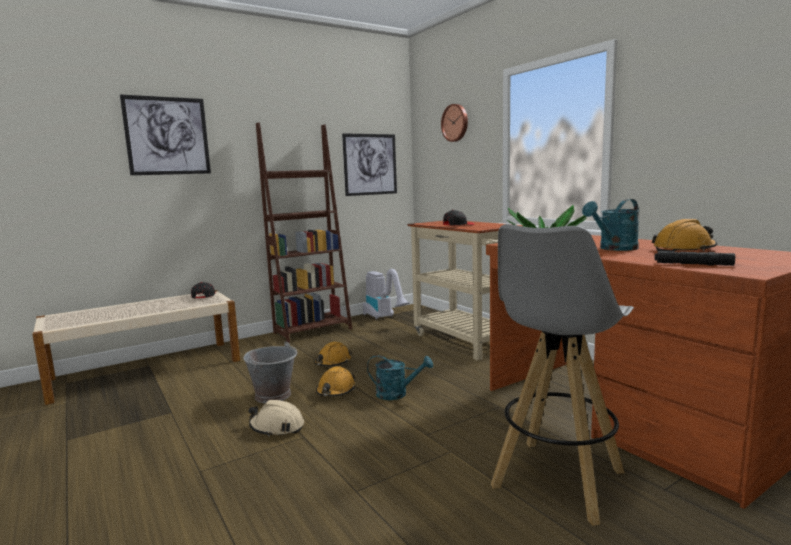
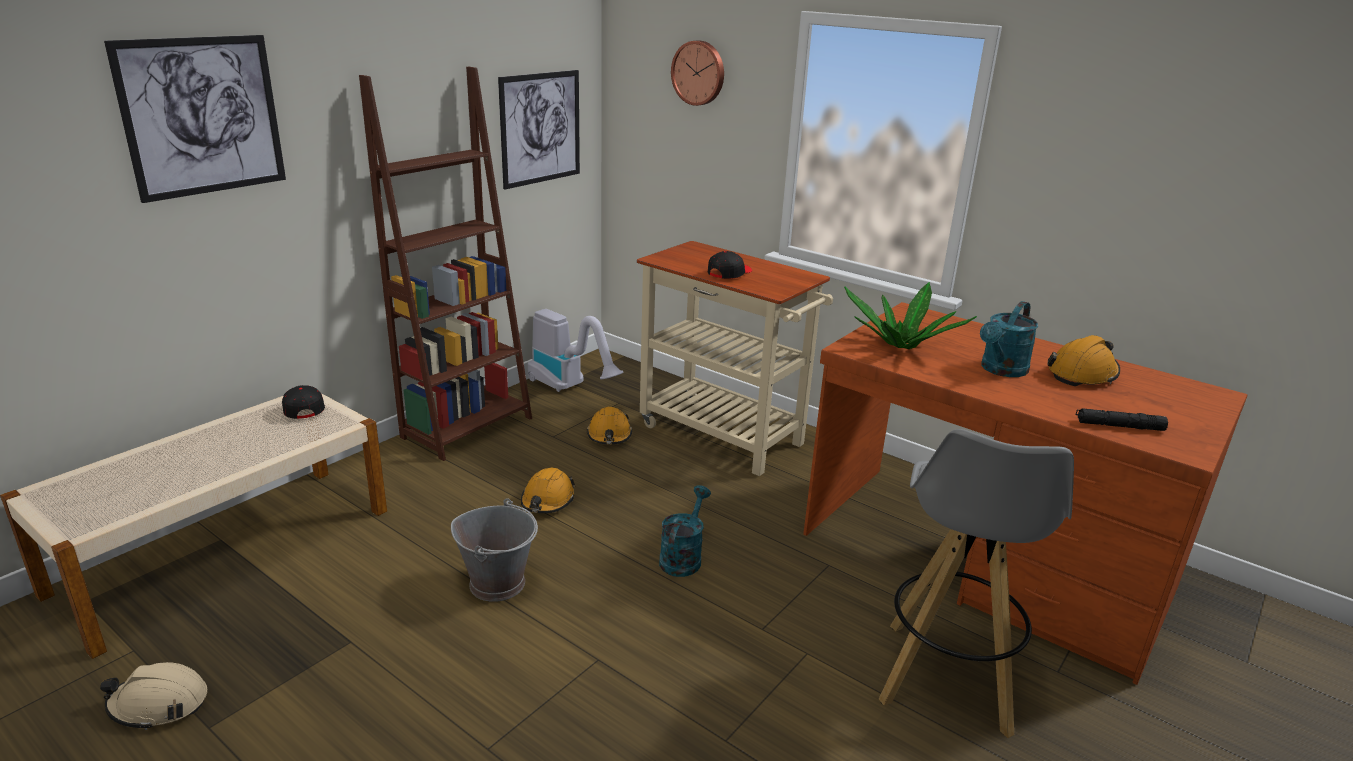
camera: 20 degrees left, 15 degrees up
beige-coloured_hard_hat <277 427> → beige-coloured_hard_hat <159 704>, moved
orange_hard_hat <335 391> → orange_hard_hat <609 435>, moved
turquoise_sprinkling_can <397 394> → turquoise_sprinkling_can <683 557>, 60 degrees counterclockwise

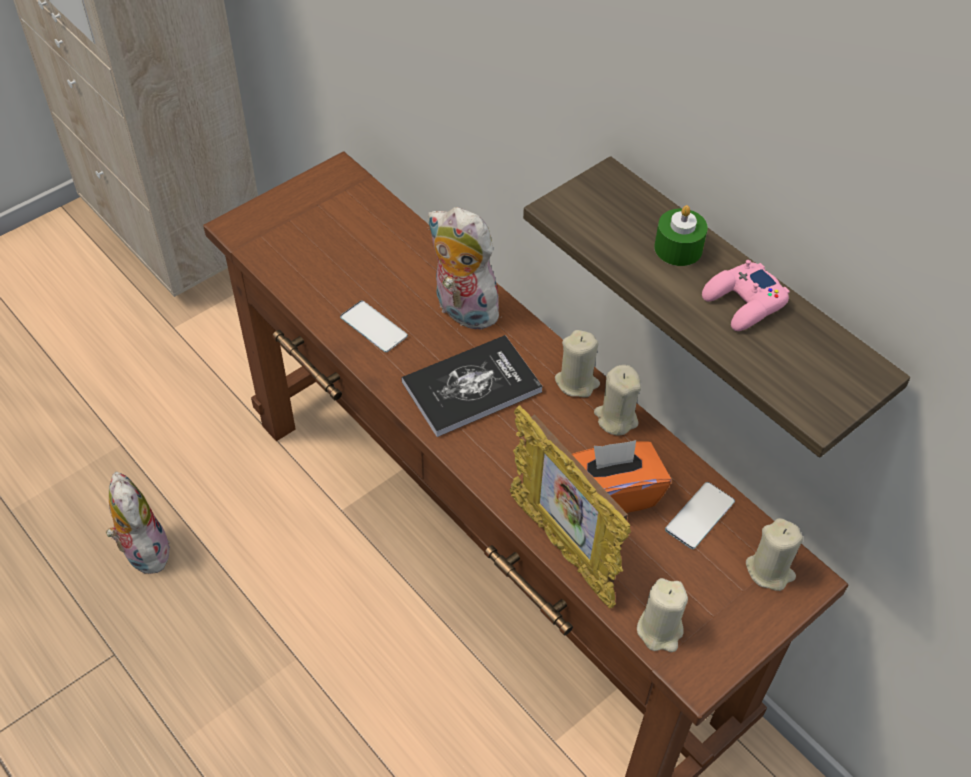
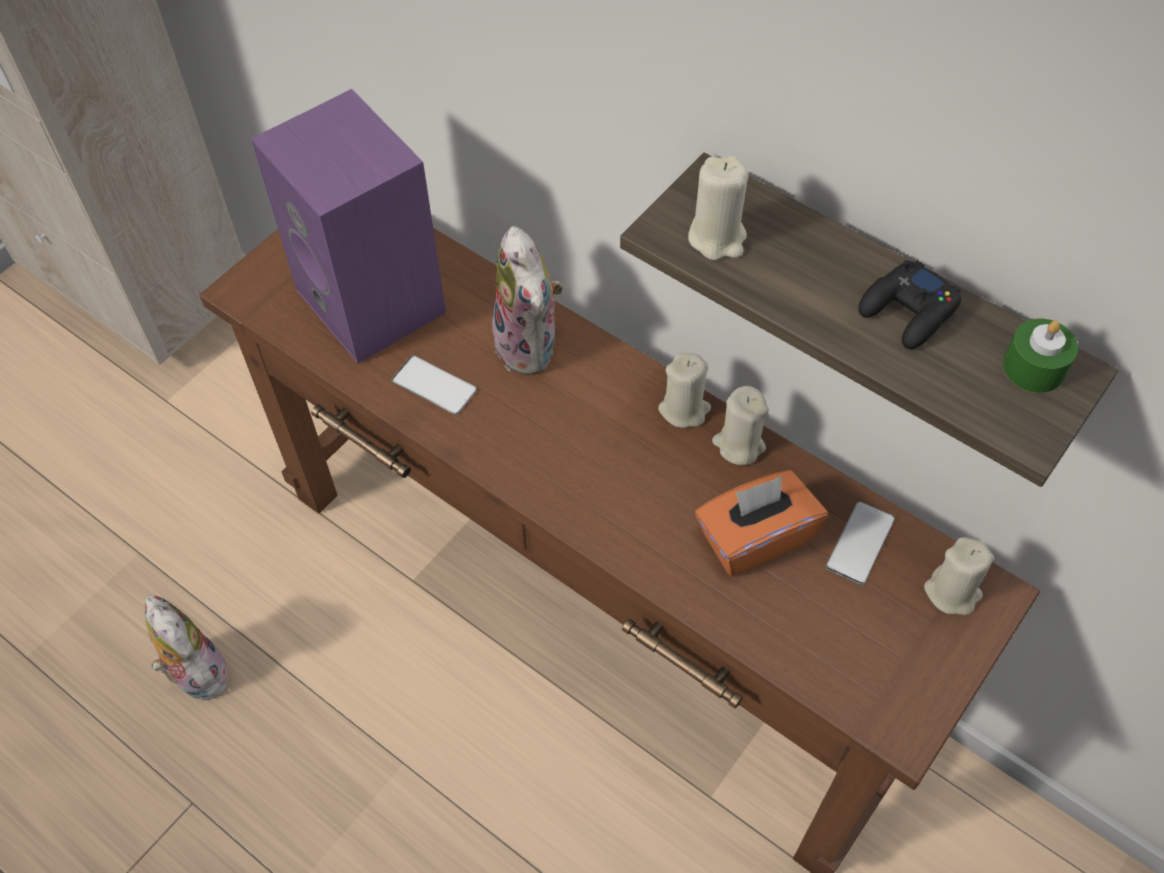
camera: 10 degrees left, 5 degrees up
bound_book <471 387> → -
picture_frame <562 549> → -
- → purple-coloured_loudspeaker <375 302>
beige-coloured_candle <660 630> → beige-coloured_candle <717 238>, moved
green_candle <678 248> → green_candle <1033 367>, moved
pink_joypad <744 303> → blackish_joypad <908 312>
cuddly_toy <461 310> → cuddly_toy <531 346>, 135 degrees counterclockwise

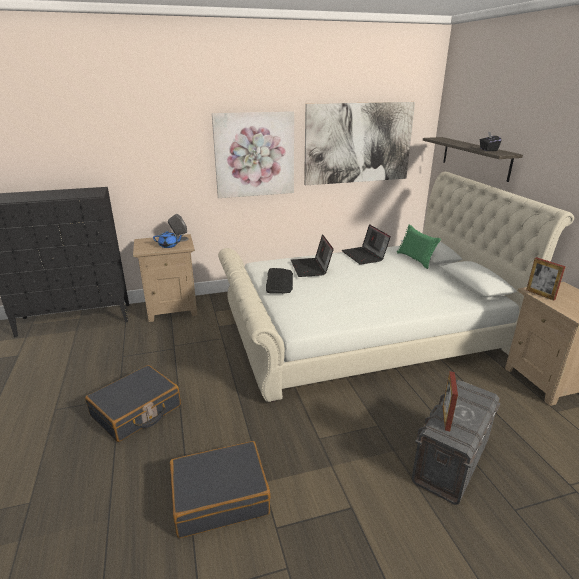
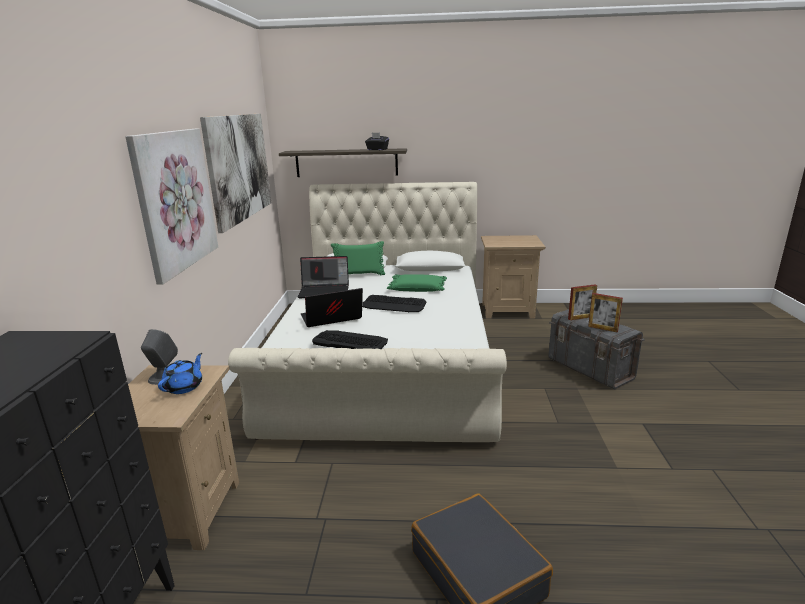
camera: 70 degrees left, 5 degrees down
blackish_suitcase <220 496> → -
- → PC_keyboard <394 305>
- → green_throw_pillow <417 287>
picture_frame <540 294> → picture_frame <580 318>, moved
notebook_computer <311 268> → notebook_computer <331 319>, 150 degrees clockwise

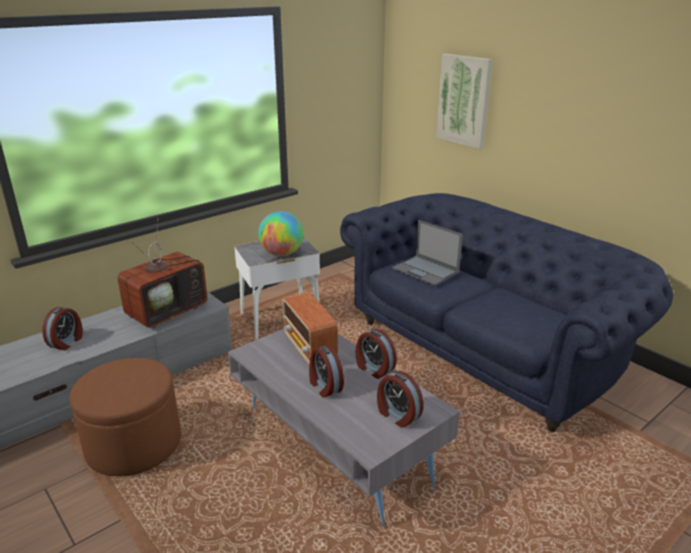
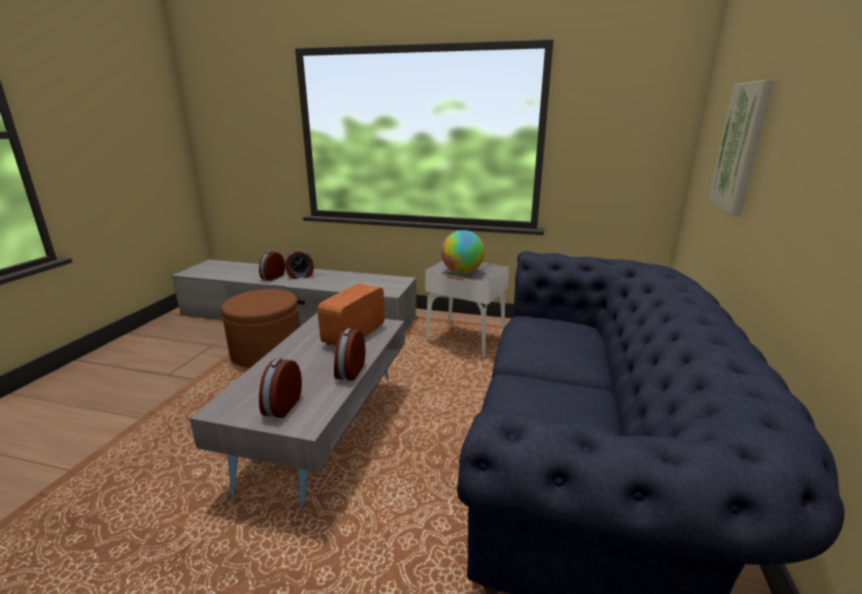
camera: 55 degrees right, 5 degrees down
television <168 310> → -
notebook_computer <426 270> → -
table_clock <324 386> → table_clock <272 277>, moved

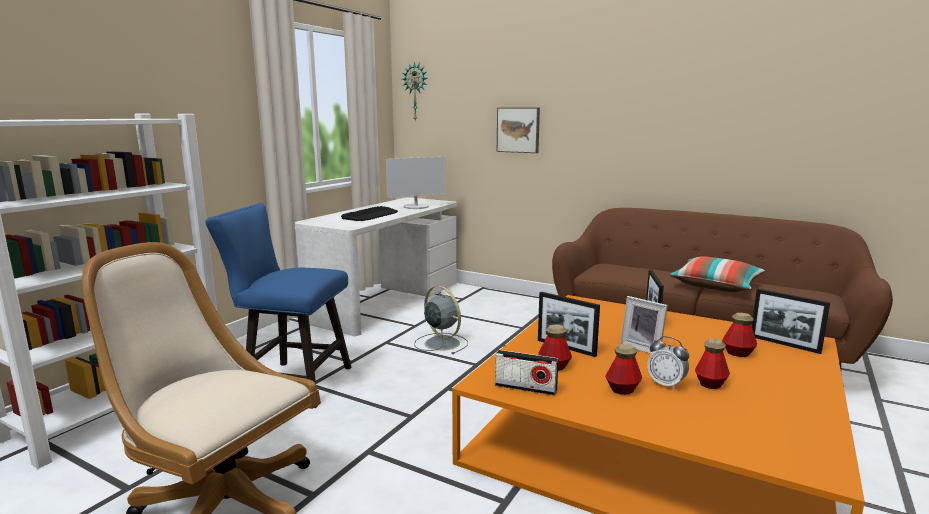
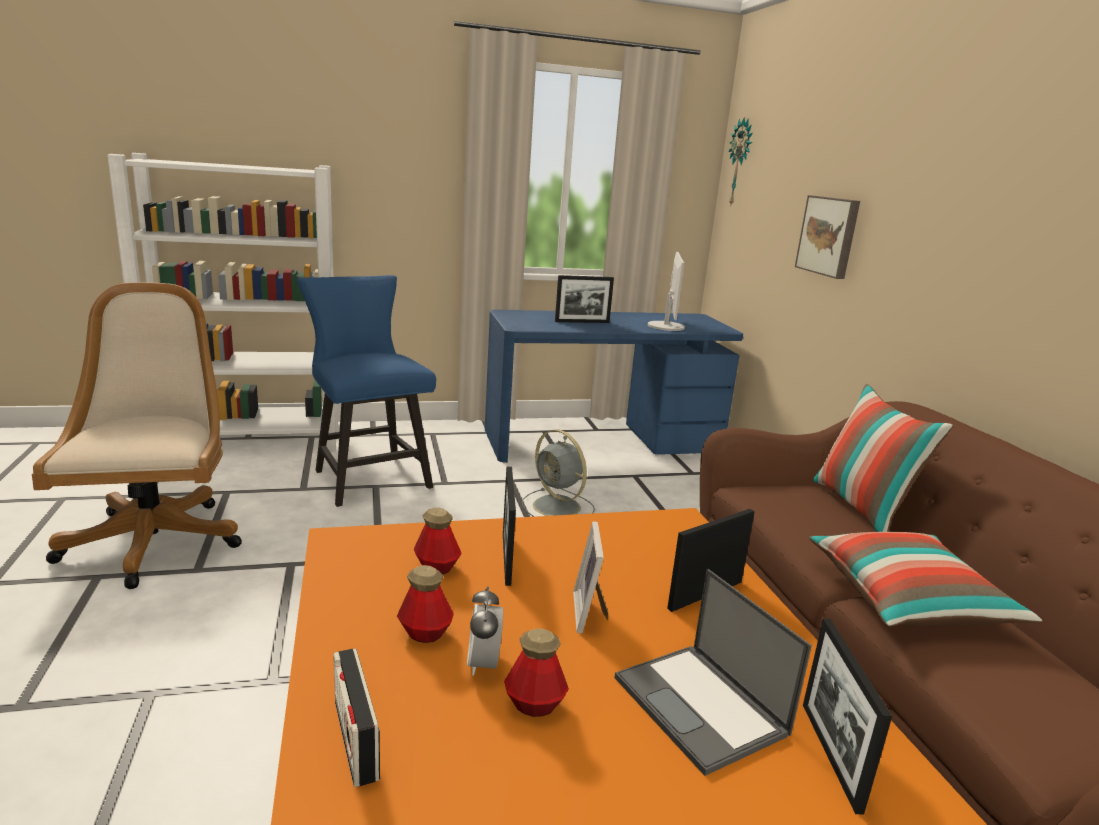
camera: 45 degrees right, 5 degrees up
- → throw_pillow <862 508>
radio_set <525 388> → radio_set <356 740>, moved
PC_keyboard <370 215> → picture_frame <582 322>
bottle <738 353> → notebook_computer <701 706>
white-coloured_desk <386 301> → blue_desk <602 441>
monitor <416 207> → monitor <666 326>, 105 degrees counterclockwise
gray_electric_fan <441 343> → gray_electric_fan <558 507>, 135 degrees clockwise

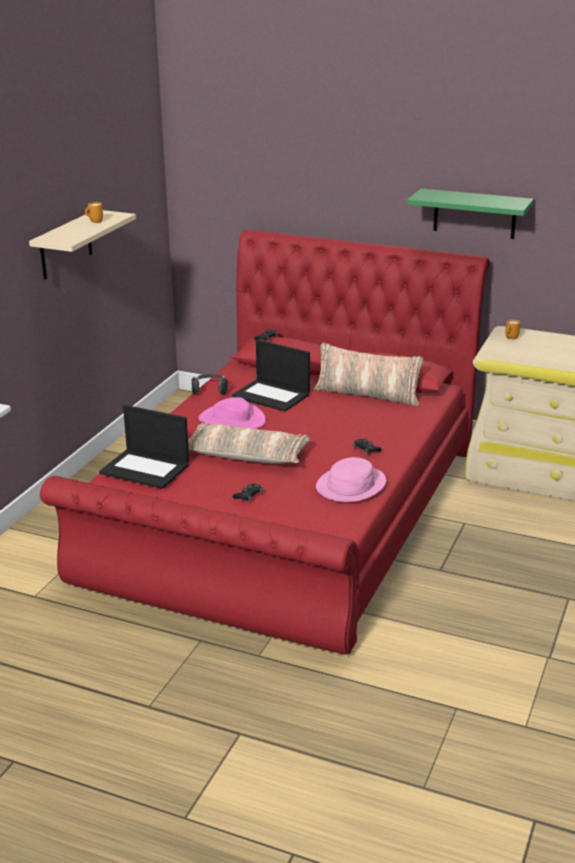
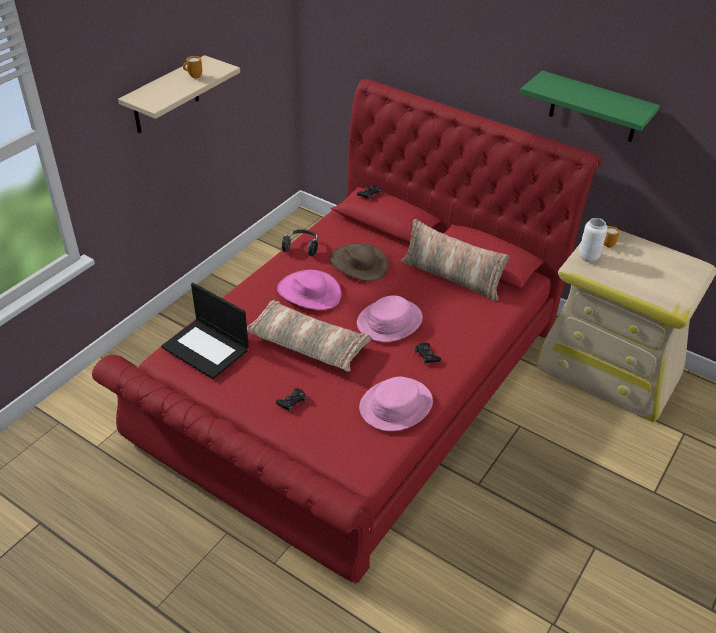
camera: 10 degrees right, 15 degrees up
- → pink_clothing_hat <389 321>
- → white-coloured_vase <588 257>
notebook_computer <272 395> → brown-coloured_clothing_hat <358 264>

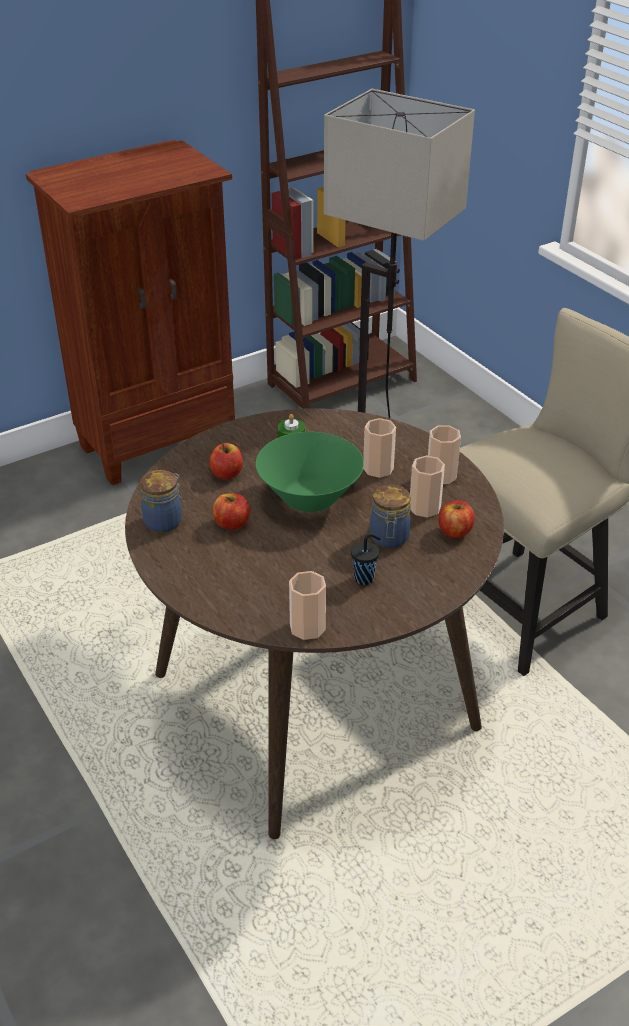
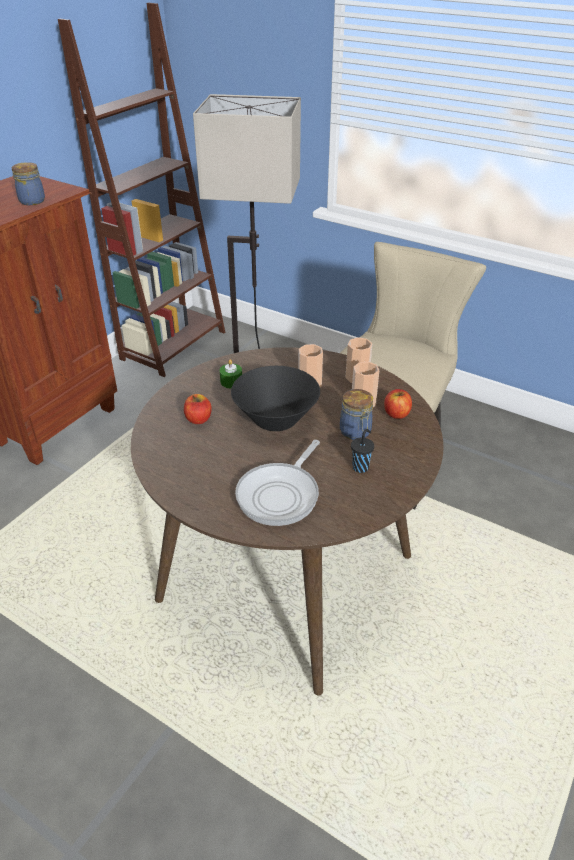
camera: 25 degrees left, 0 degrees up
apple_fruit <232 523> → -
drinking_cup <307 627> → -
- → skillet <280 495>
jar <164 521> → jar <33 201>, moved
green_bowl <310 498> → blackish_bowl <276 419>

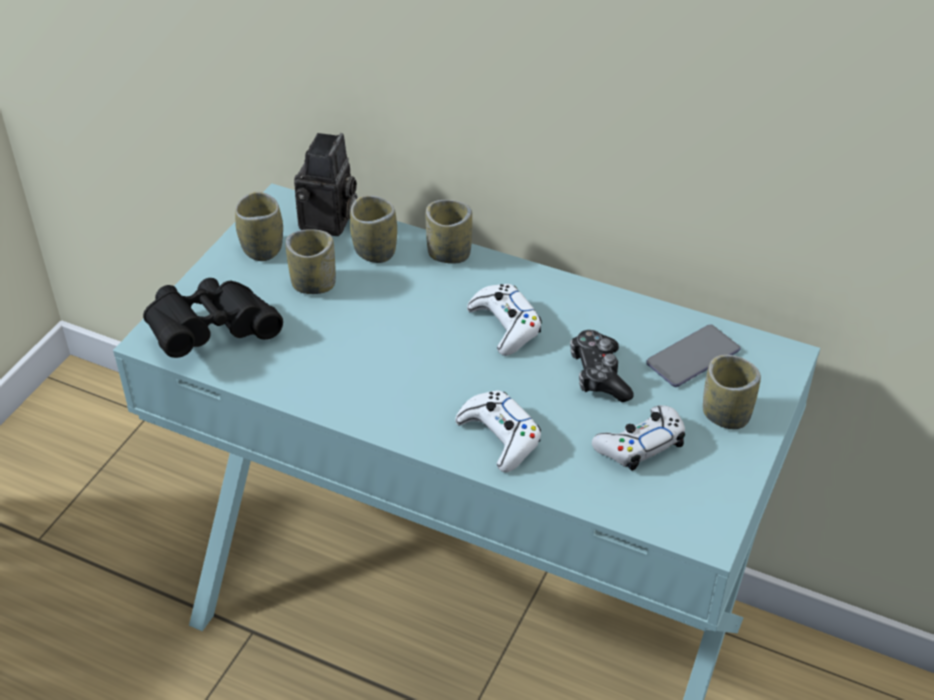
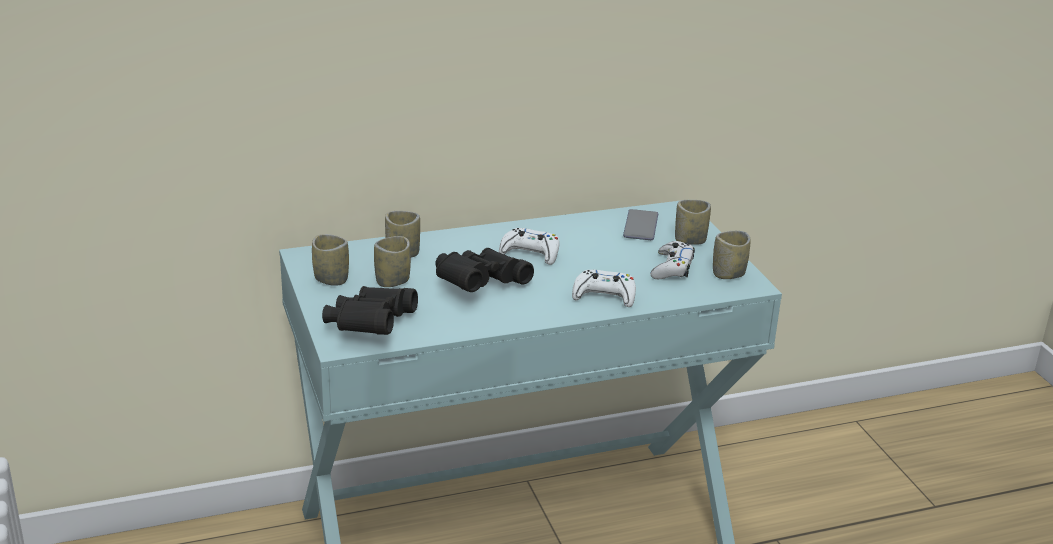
camera: 45 degrees left, 15 degrees down
photo_camera <329 222> → -
joypad <599 375> → -
- → blackish_pair_of_binoculars <479 285>
drinking_cup <449 254> → drinking_cup <728 274>, moved

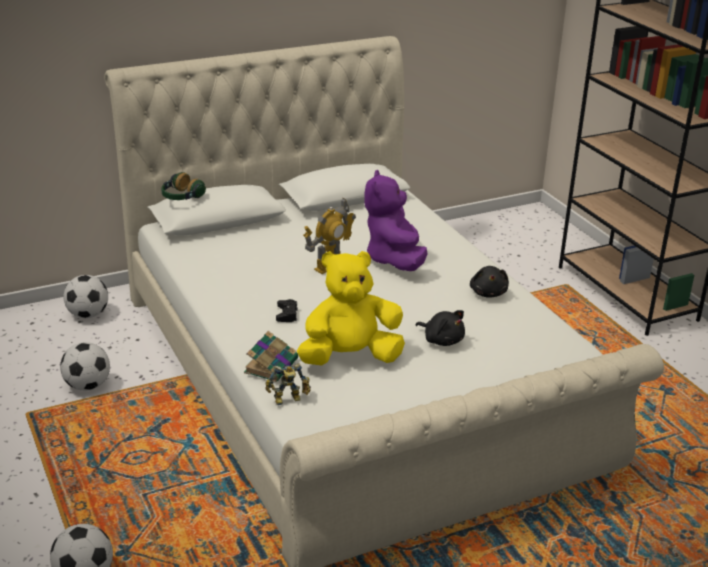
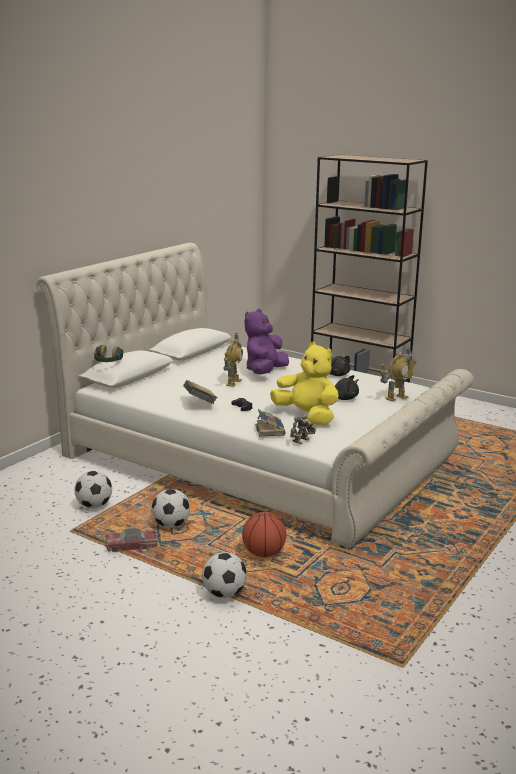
camera: 30 degrees left, 10 degrees down
- → miniature_car <131 546>
- → bound_book <200 404>
- → basketball <263 554>
- → model_robot <396 397>
football_ball <88 315> → football_ball <171 525>, moved
yellow_cuddly_toy <350 357> → yellow_cuddly_toy <307 416>, 90 degrees clockwise
purple-coloured_cuddly_toy <394 259> → purple-coloured_cuddly_toy <265 372>, 60 degrees clockwise

